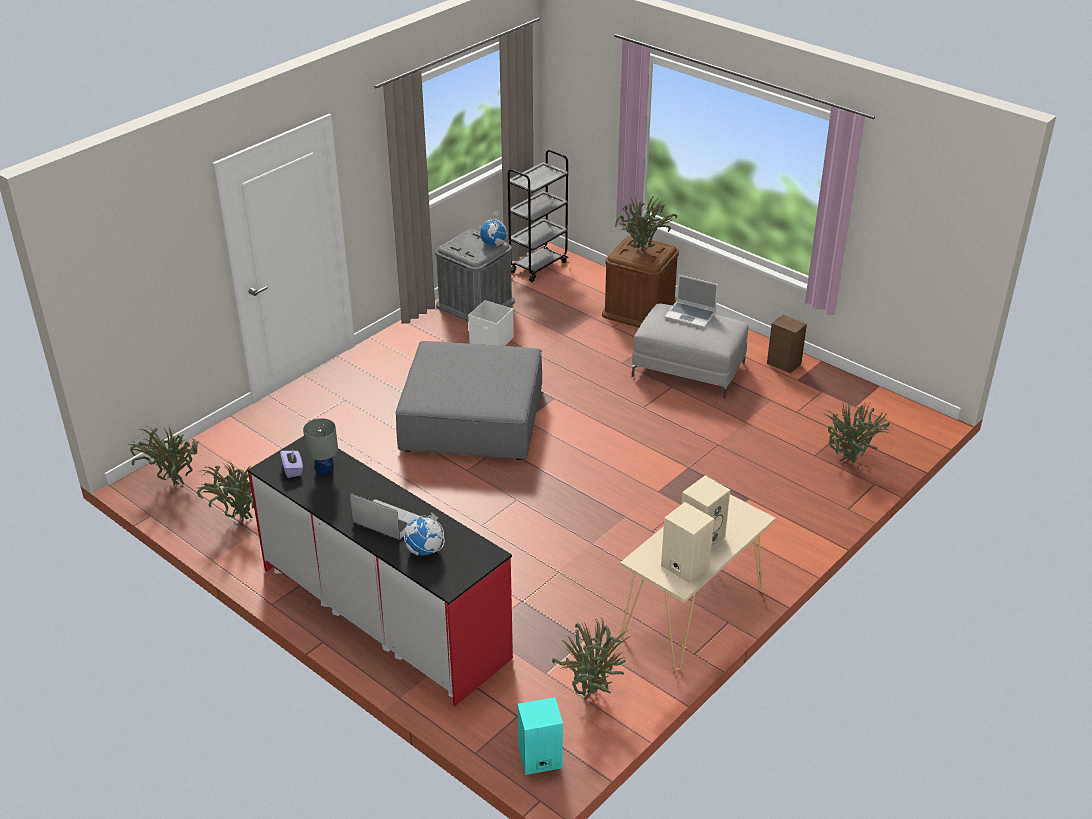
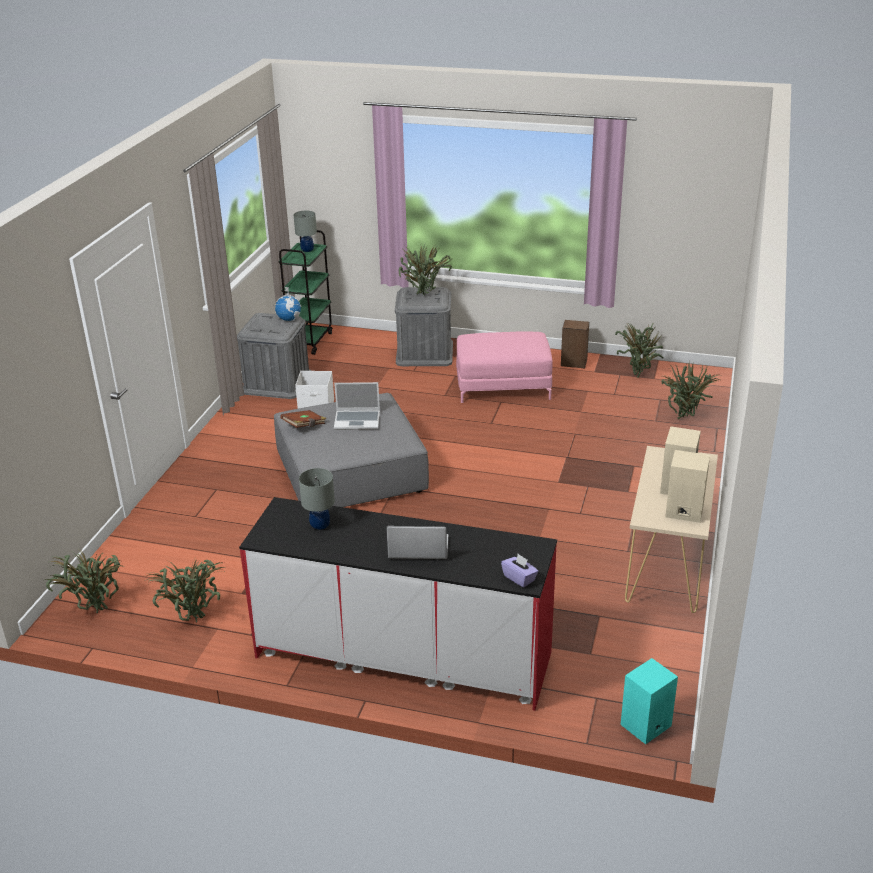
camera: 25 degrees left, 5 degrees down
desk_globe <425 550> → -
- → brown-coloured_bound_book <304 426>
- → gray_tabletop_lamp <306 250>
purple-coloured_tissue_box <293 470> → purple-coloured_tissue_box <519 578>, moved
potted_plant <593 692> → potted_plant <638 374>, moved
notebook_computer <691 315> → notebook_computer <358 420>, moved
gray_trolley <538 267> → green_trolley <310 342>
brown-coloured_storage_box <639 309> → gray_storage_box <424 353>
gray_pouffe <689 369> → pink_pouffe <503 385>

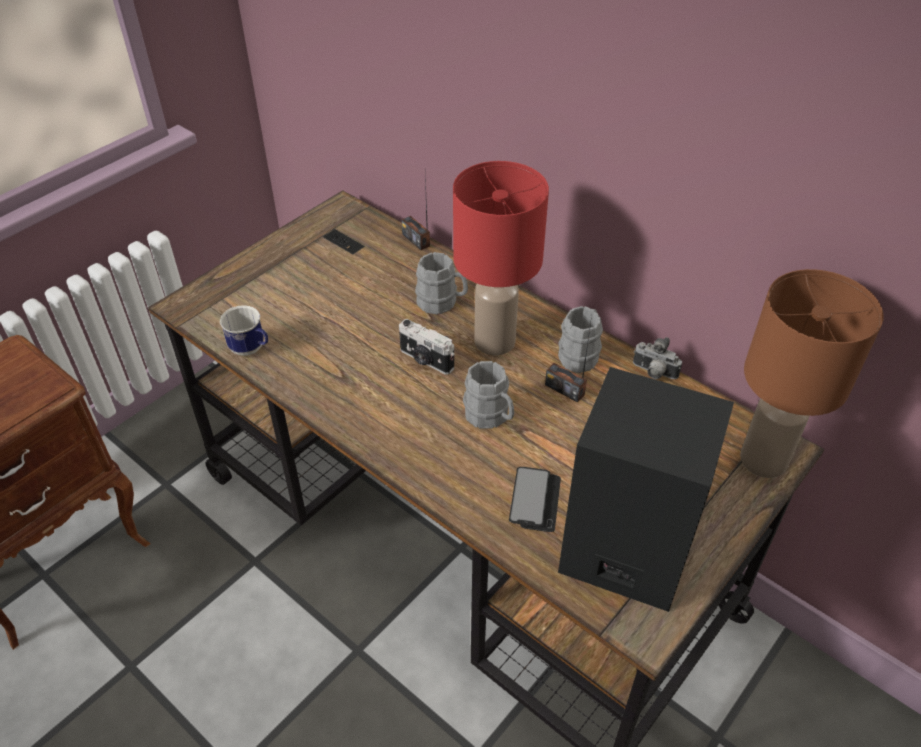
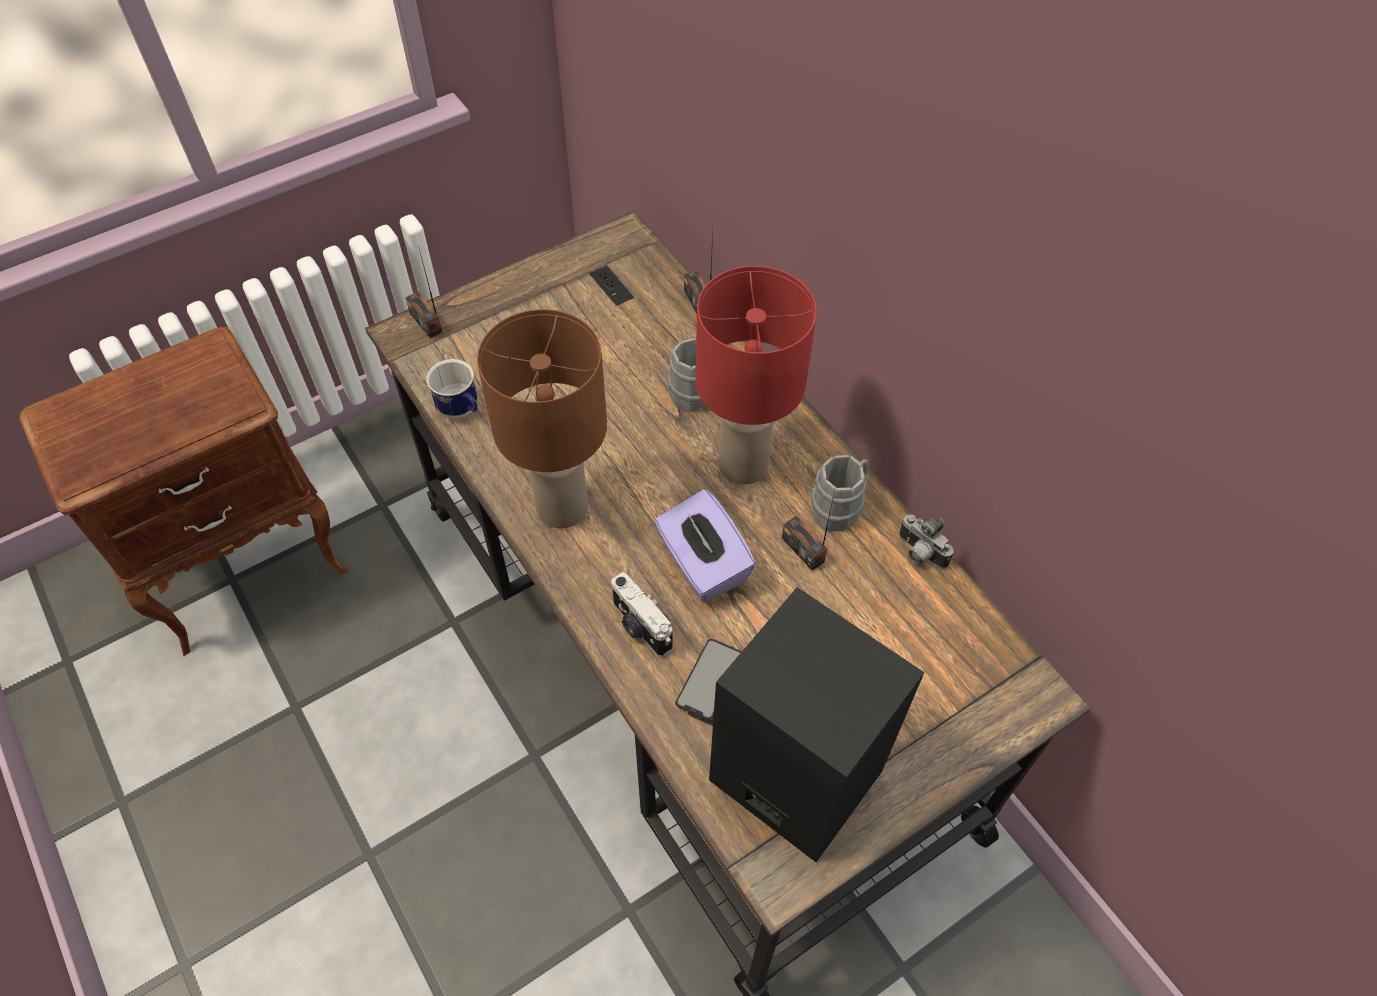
camera: 15 degrees right, 10 degrees up
- → radio_set <426 322>
photo_camera <425 360> → photo_camera <640 627>, moved
brown-coloured_tabletop_lamp <762 459> → brown-coloured_tabletop_lamp <561 506>, moved
gray_tea_mug <490 417> → purple-coloured_tissue_box <702 564>

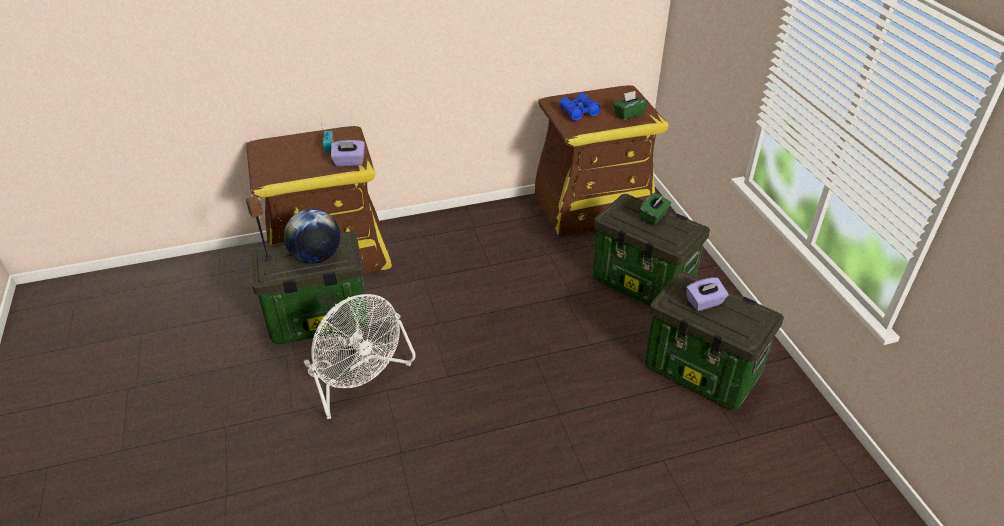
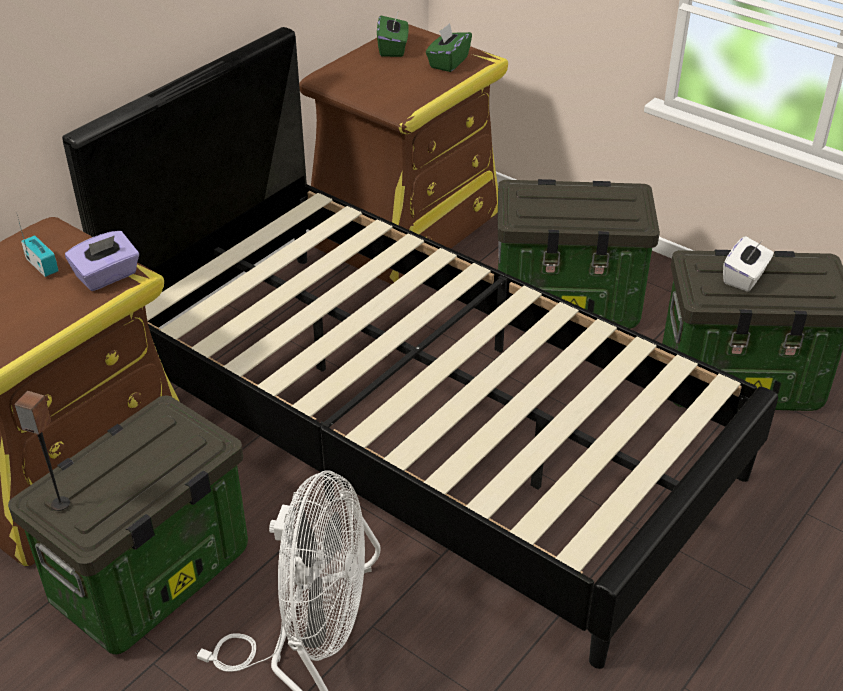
camera: 35 degrees left, 0 degrees up
desk_globe <316 257> → -
blue_pair_of_binoculars <579 112> → -
- → blackish_sleeping_bed <420 423>
green_tissue_box <654 216> → green_tissue_box <393 49>, moved
purple-coloured_tissue_box <704 302> → white-coloured_tissue_box <744 277>

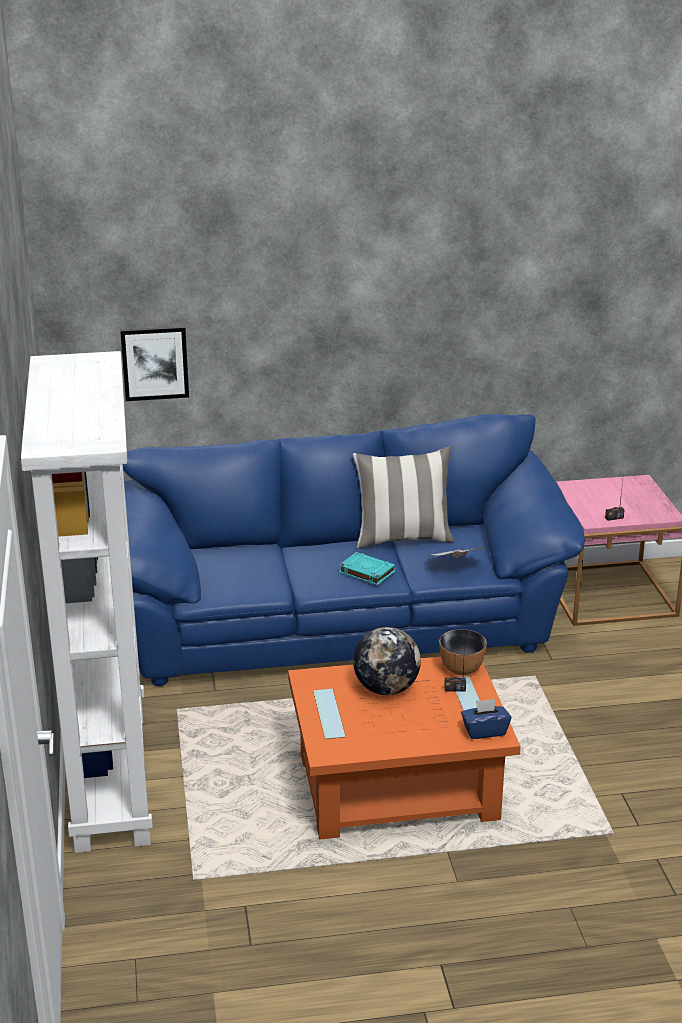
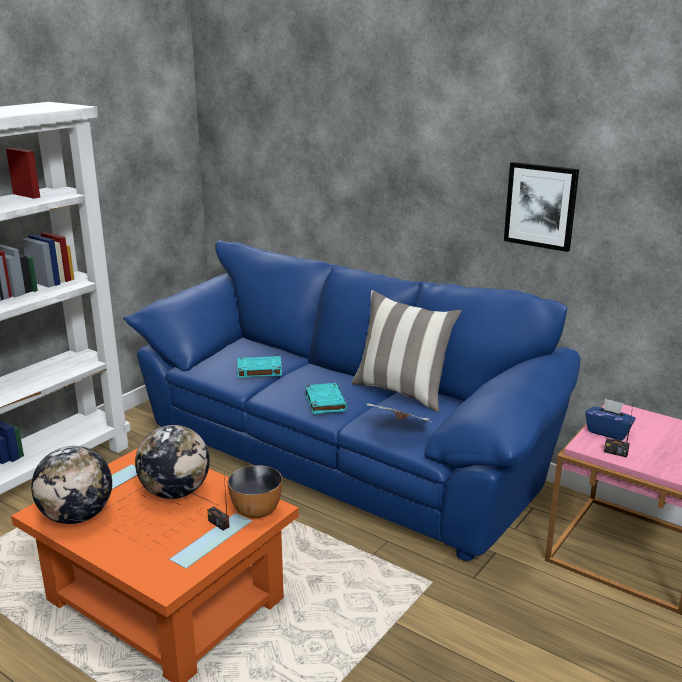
camera: 45 degrees right, 5 degrees down
- → desk_globe <77 516>
- → turquoise_bound_book <259 370>
wall_picture <155 362> → wall_picture <541 206>, moved
blue_tissue_box <484 731> → blue_tissue_box <608 432>, moved

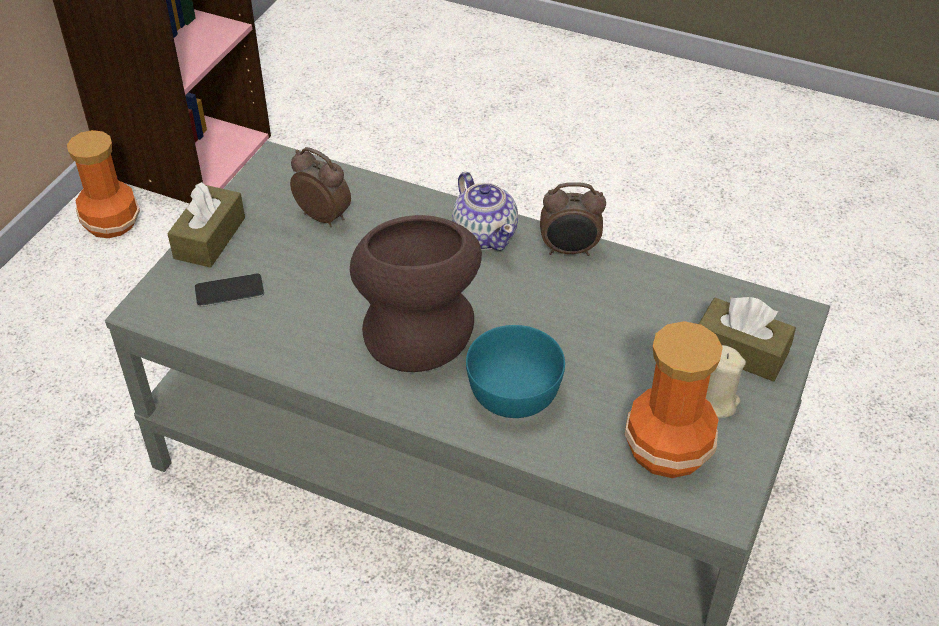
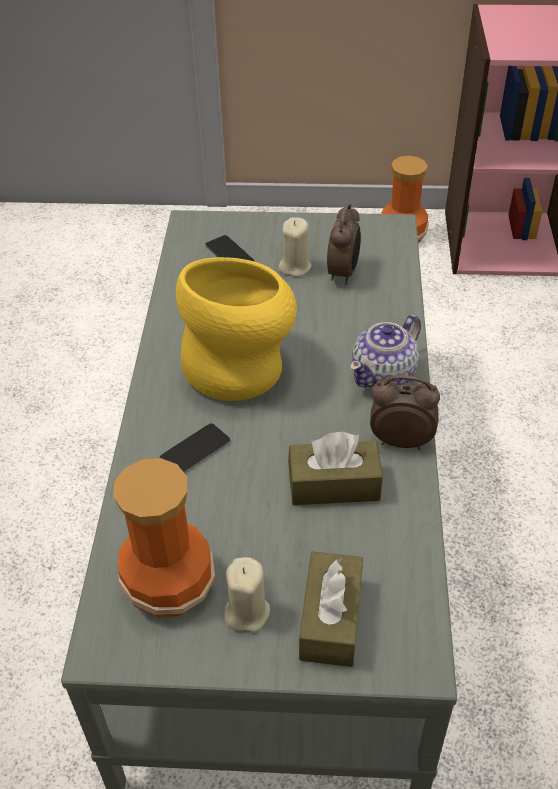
camera: 70 degrees right, 0 degrees up
- → beige-coloured_candle <294 267>
brown-coloured_tissue_box <209 238> → brown-coloured_tissue_box <334 485>, moved
turquoise_bowl <514 391> → handset <195 450>
brown-coloured_vase <416 328> → yellow_vase <241 366>
table_clock <569 250> → table_clock <400 440>, 120 degrees clockwise

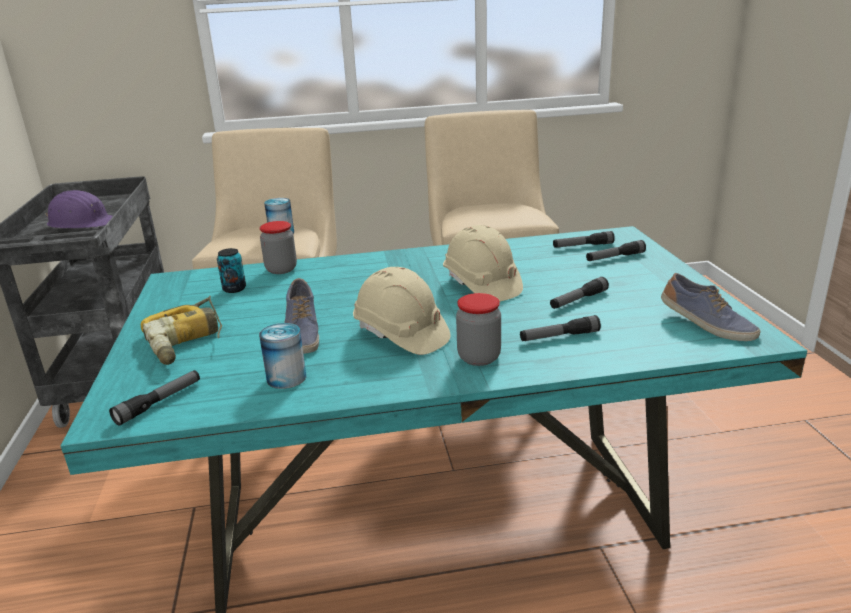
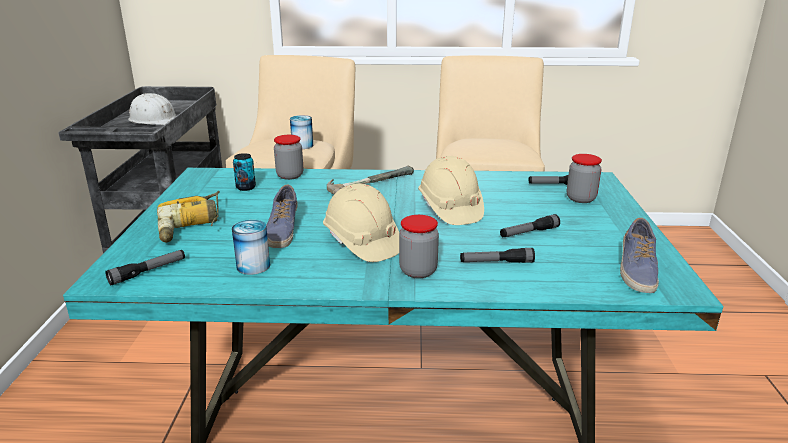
camera: 10 degrees right, 0 degrees up
- → hand_hammer <368 182>
torch <615 257> → jar <581 198>
purple-coloured_hard_hat <82 222> → white-coloured_hard_hat <155 120>
low_shoe <706 325> → low_shoe <636 270>, 45 degrees clockwise

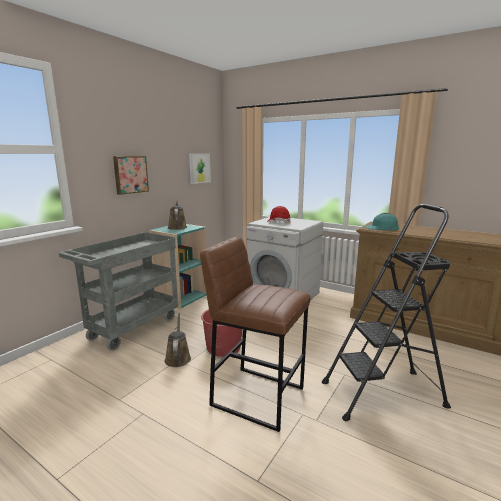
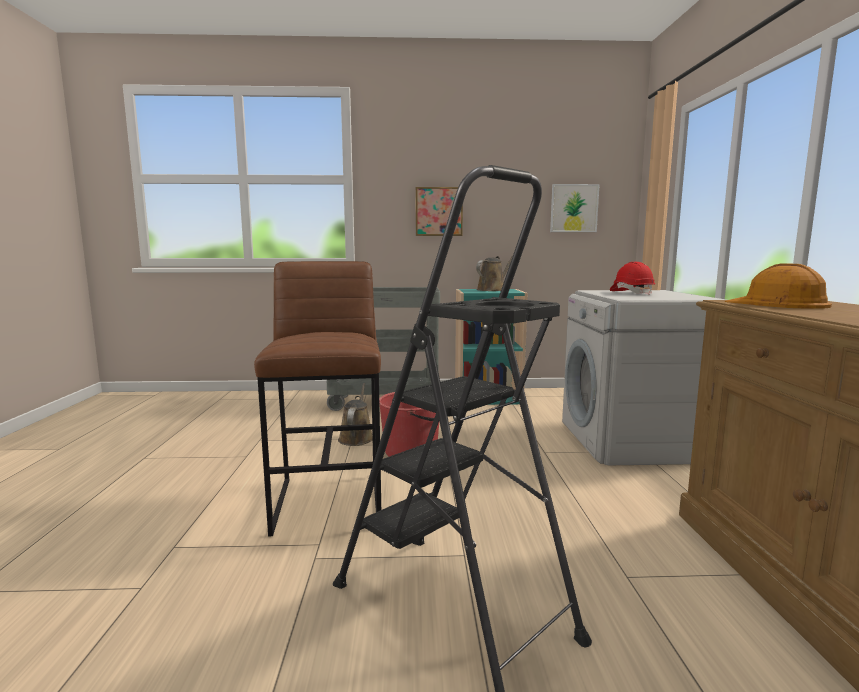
camera: 55 degrees right, 5 degrees down
turquoise_hard_hat <382 227> → orange_hard_hat <777 304>
brown-coloured_sprinkling_can <178 357> → brown-coloured_sprinkling_can <356 438>, 45 degrees counterclockwise

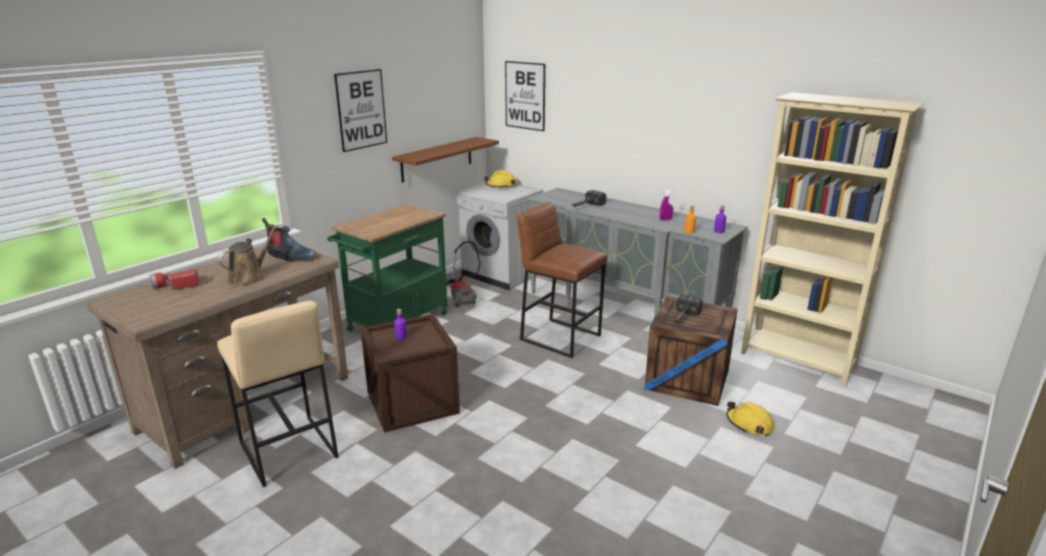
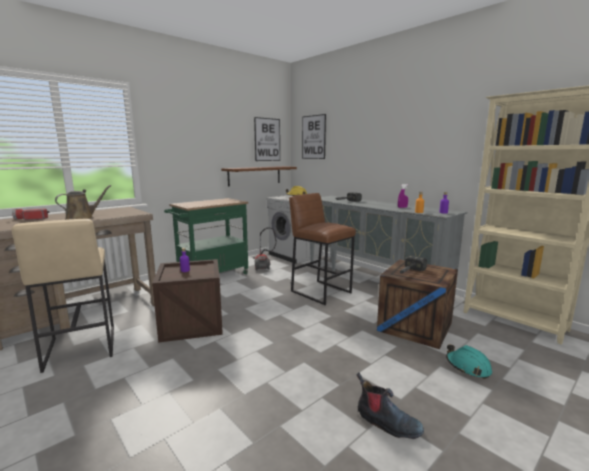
camera: 10 degrees right, 10 degrees down
high-top_boot <290 257> → high-top_boot <387 423>, moved
wall_picture <361 110> → wall_picture <267 139>, moved
yellow_hard_hat <749 424> → turquoise_hard_hat <468 367>

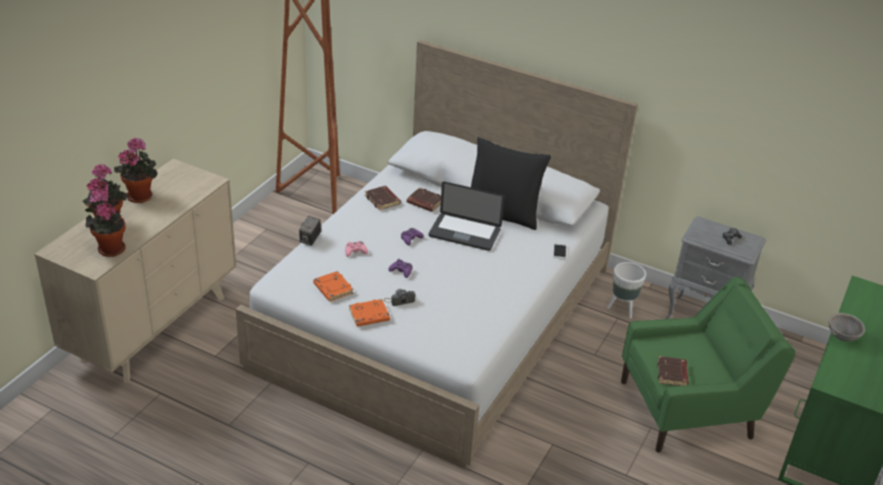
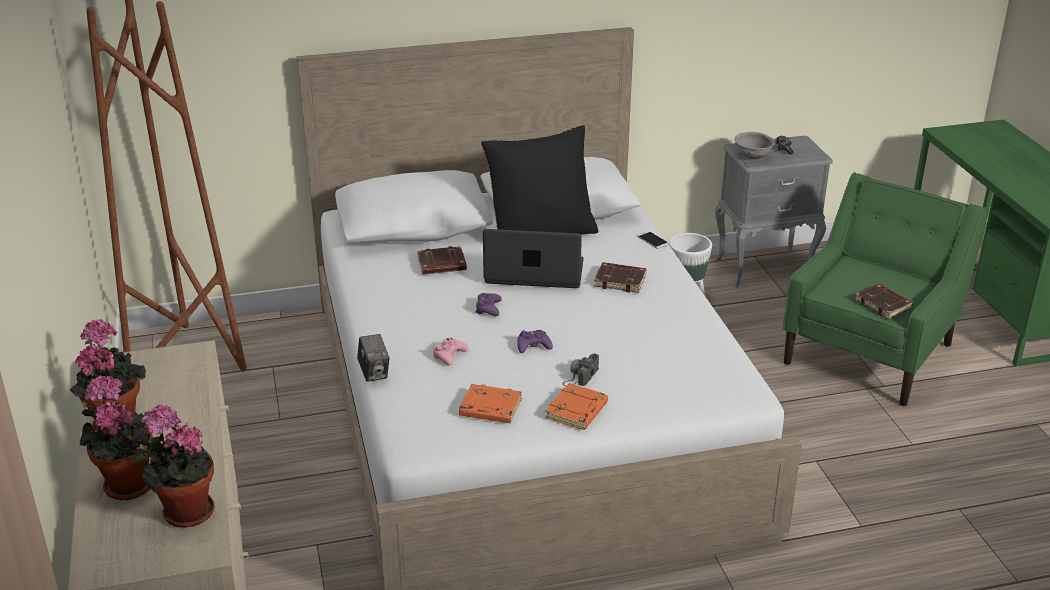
camera: 40 degrees left, 5 degrees down
brown-coloured_bound_book <383 200> → brown-coloured_bound_book <620 281>, moved
gray_bowl <842 337> → gray_bowl <753 157>, moved
notebook_computer <464 233> → notebook_computer <534 273>, 150 degrees counterclockwise

